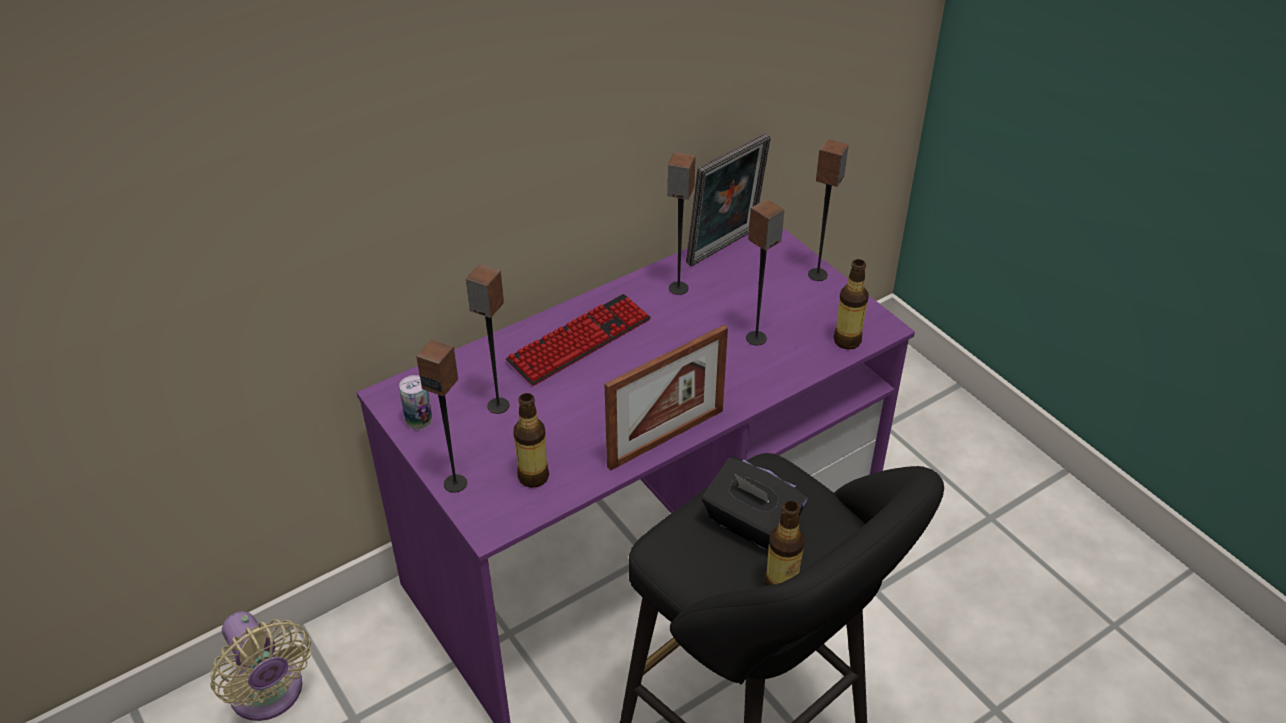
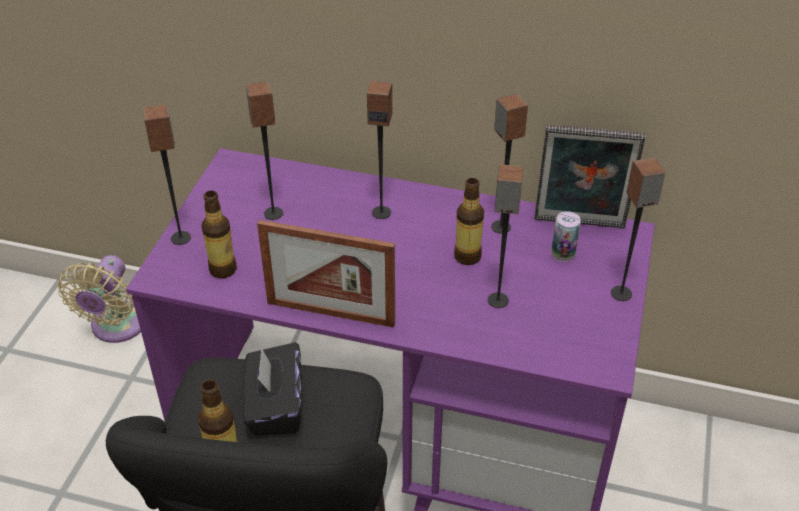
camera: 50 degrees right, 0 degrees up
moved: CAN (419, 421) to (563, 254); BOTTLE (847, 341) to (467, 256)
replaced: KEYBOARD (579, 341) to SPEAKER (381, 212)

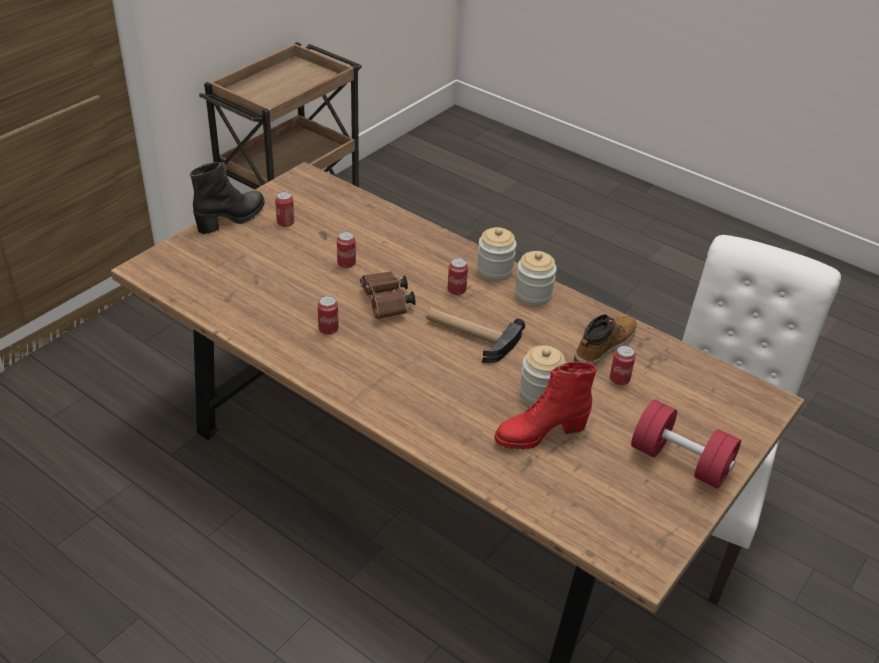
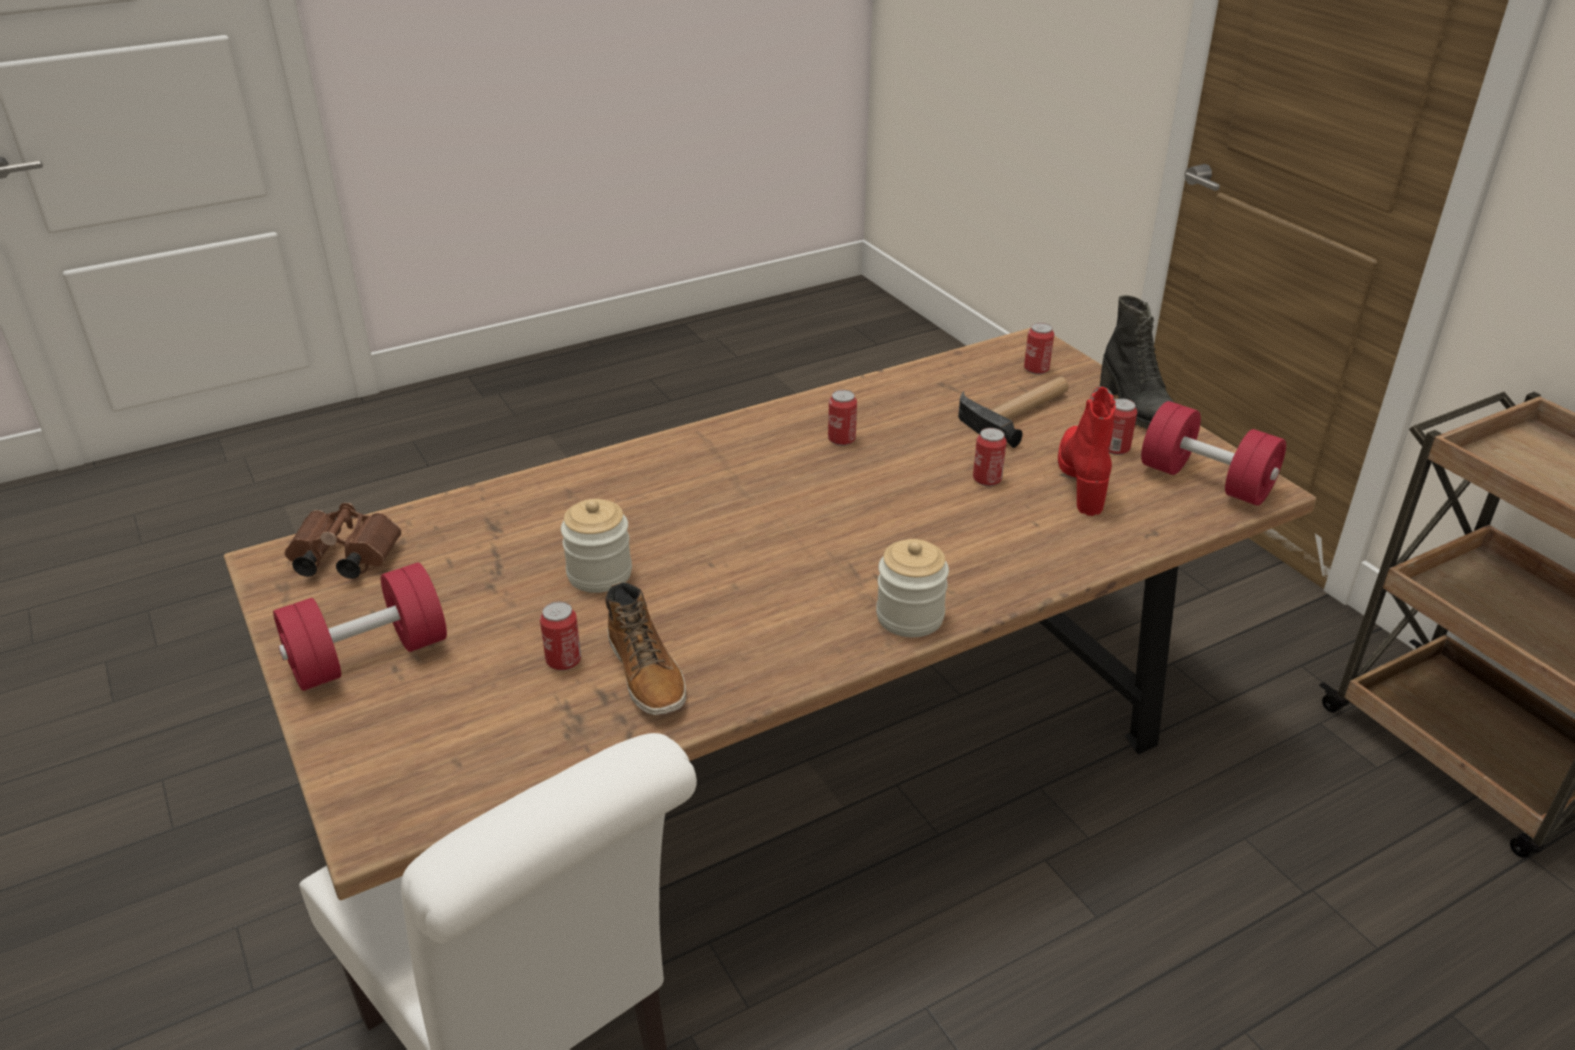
camera: 115 degrees right, 5 degrees down
removed: JAR (533, 294)
added: RED DUMBBELL (1206, 481)
moved: BROWN BINOCULARS (387, 304) to (342, 560); HAMMER (469, 335) to (1019, 412); CAN (456, 290) to (1036, 369); RED BOOT (539, 433) to (1083, 480)

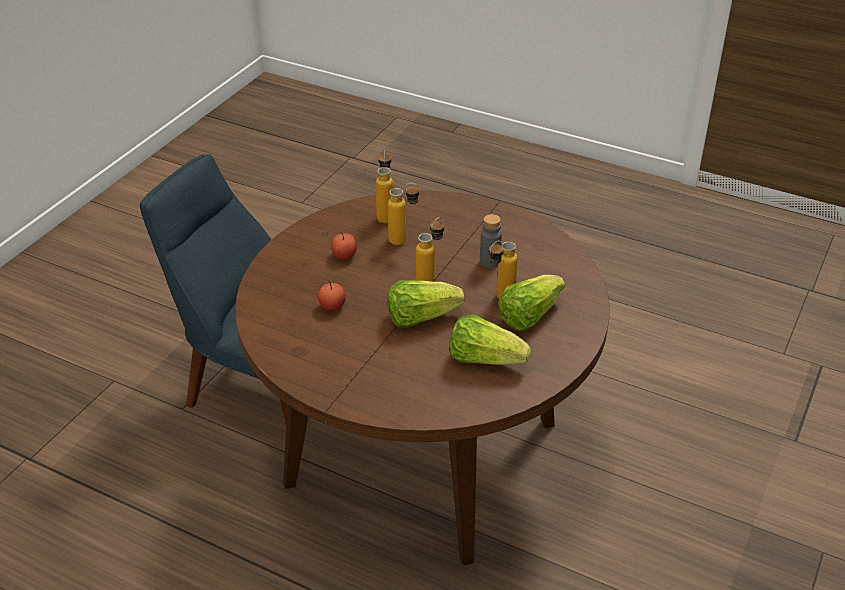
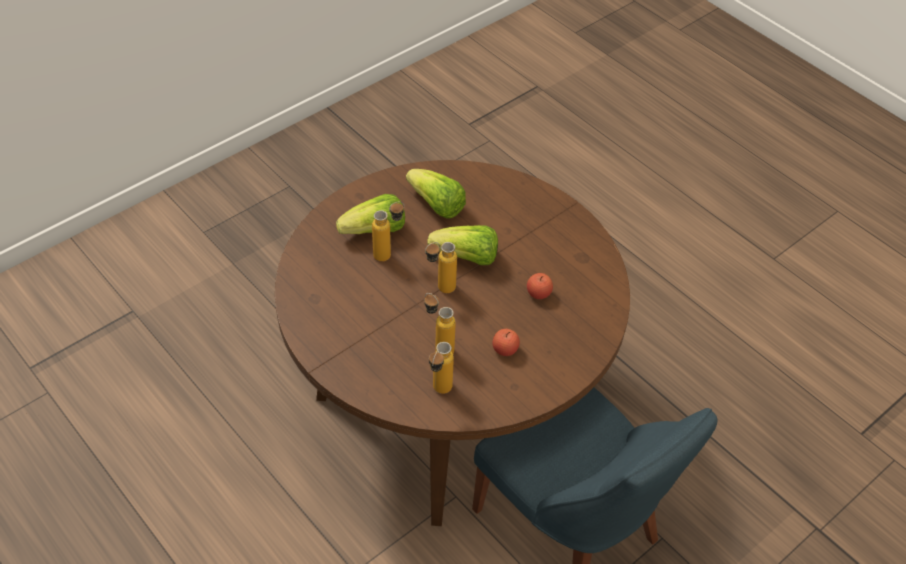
camera: 160 degrees left, 10 degrees up
removed: GREY BOTTLE (489, 262)

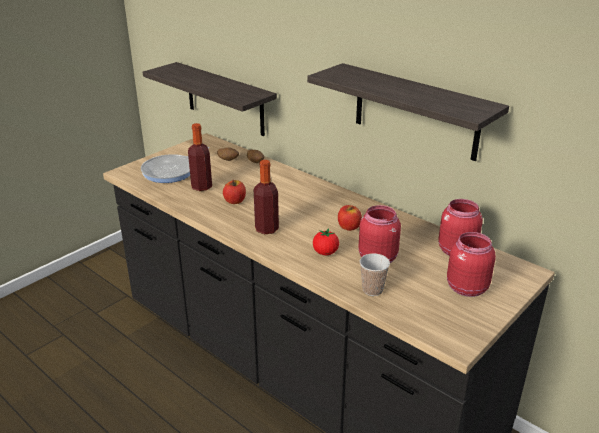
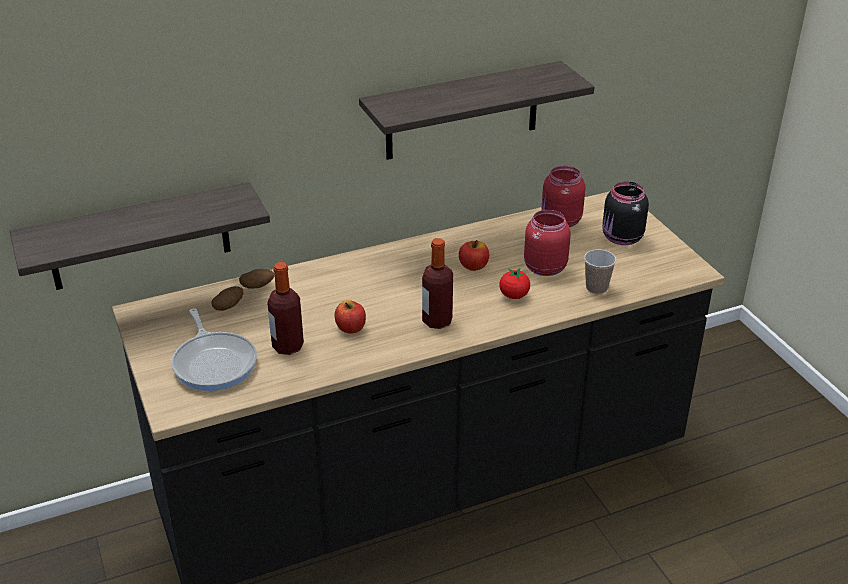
camera: 65 degrees left, 5 degrees up
recoloured: RED JAR (465, 288) to BLACK JAR (621, 238)

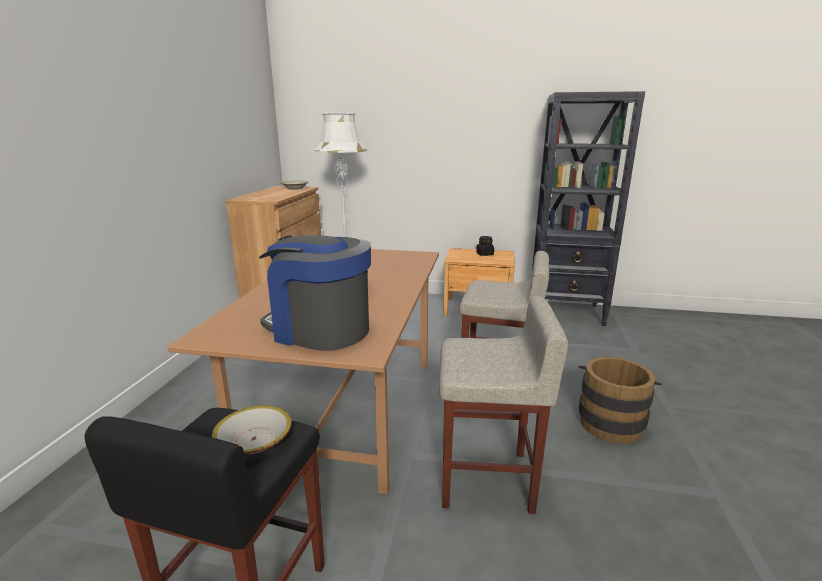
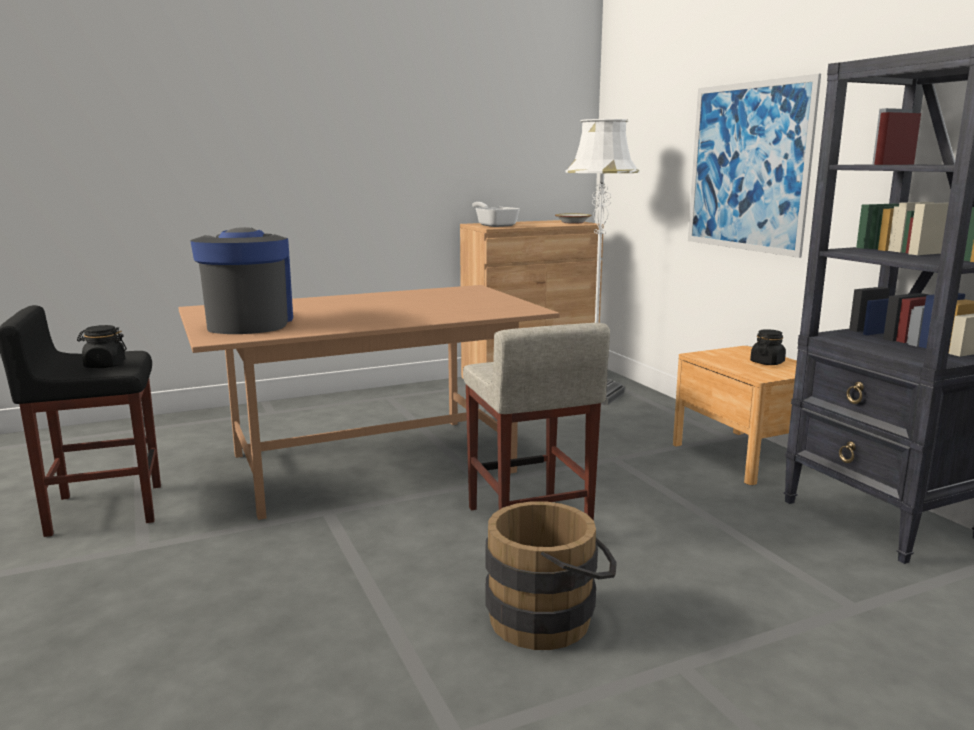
camera: 55 degrees right, 5 degrees down
removed: BEIGE STOOL (487, 479)
added: FRYING PAN (494, 225); PICTURE (747, 167)
replaced: BOWL (254, 440) to BLACK JAR (104, 365)

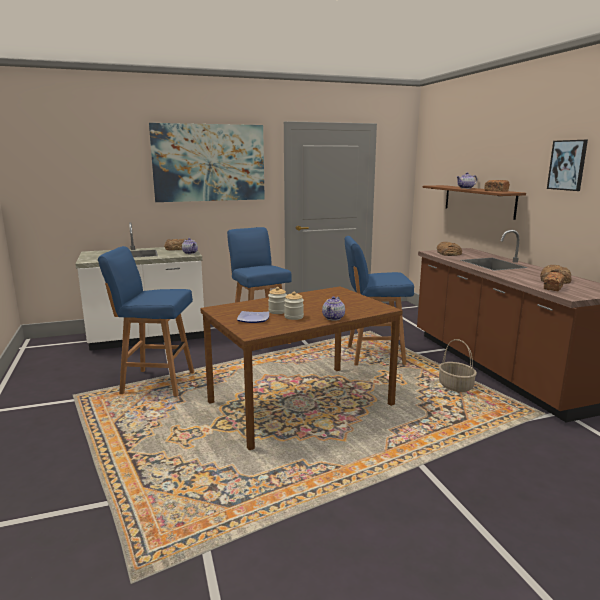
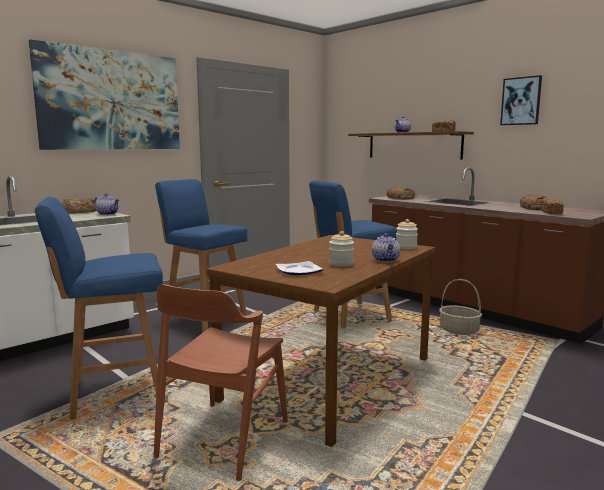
camera: 25 degrees left, 5 degrees down
added: BROWN CHAIR (223, 439)
moved: JAR (277, 311) to (406, 247)

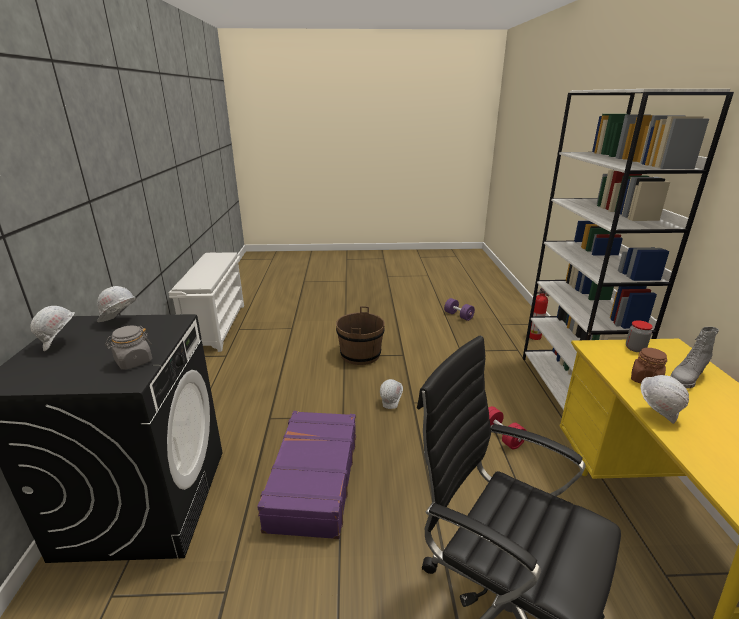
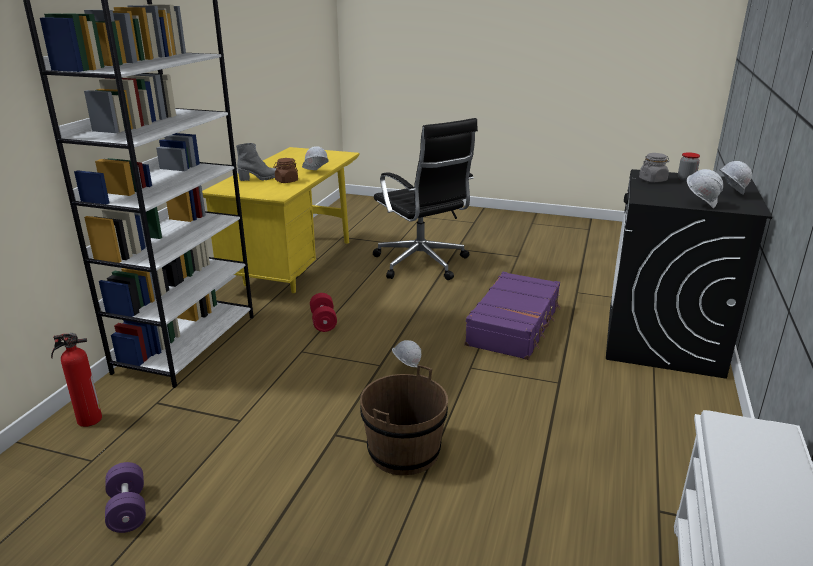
camera: 160 degrees left, 0 degrees up
moved: JAR (635, 348) to (686, 179)

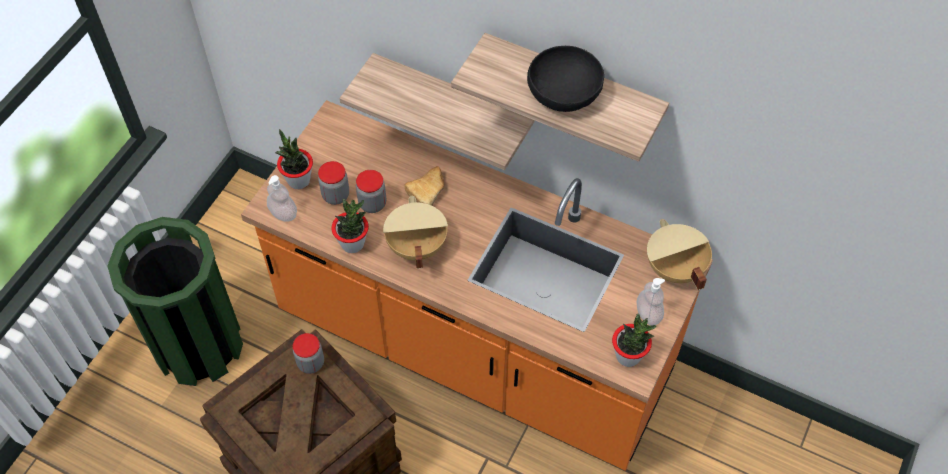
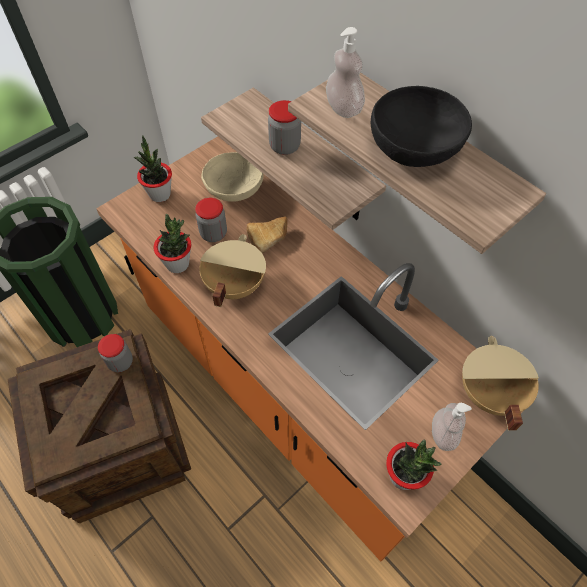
camera: 20 degrees right, 0 degrees up
added: BEIGE BOWL (234, 190)
moved: SOAP DISPENSER (283, 213) to (343, 108); JAR (335, 195) to (284, 146)

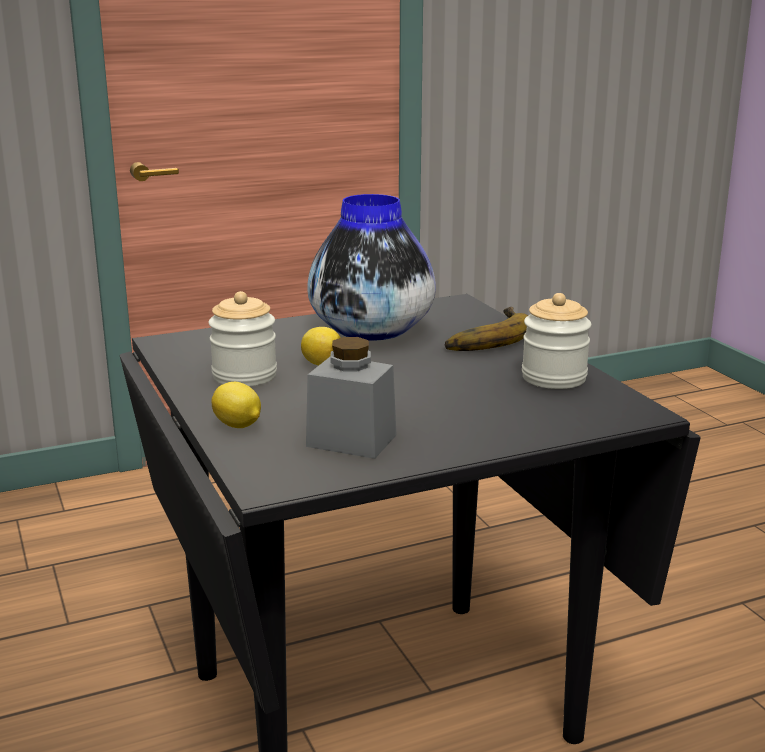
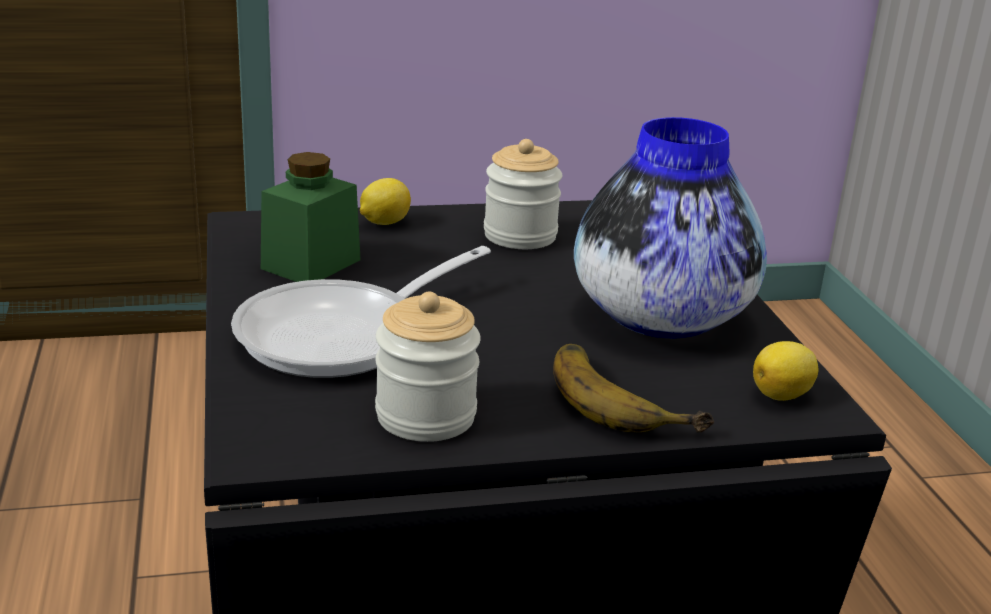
camera: 100 degrees right, 5 degrees up
added: FRYING PAN (344, 335)
moved: LEMON (321, 363) to (782, 395)
recoloured: GREY JAR (351, 440) to GREEN JAR (311, 264)

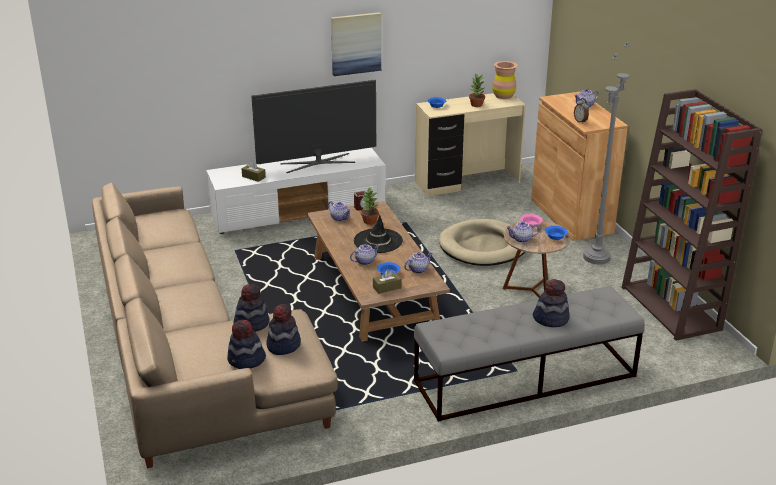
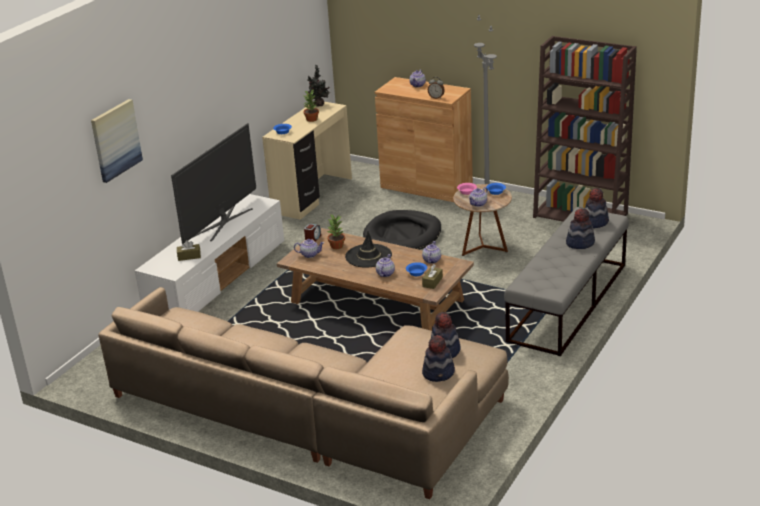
camera: 40 degrees left, 0 degrees up
moved: HAT (251, 323) to (595, 222); PICTURE (356, 43) to (115, 140)
replaced: BROWN VASE (503, 96) to POTTED PLANT (319, 105)
recoloured: BEIGE DOG BED (483, 247) to BLACK DOG BED (403, 235)

